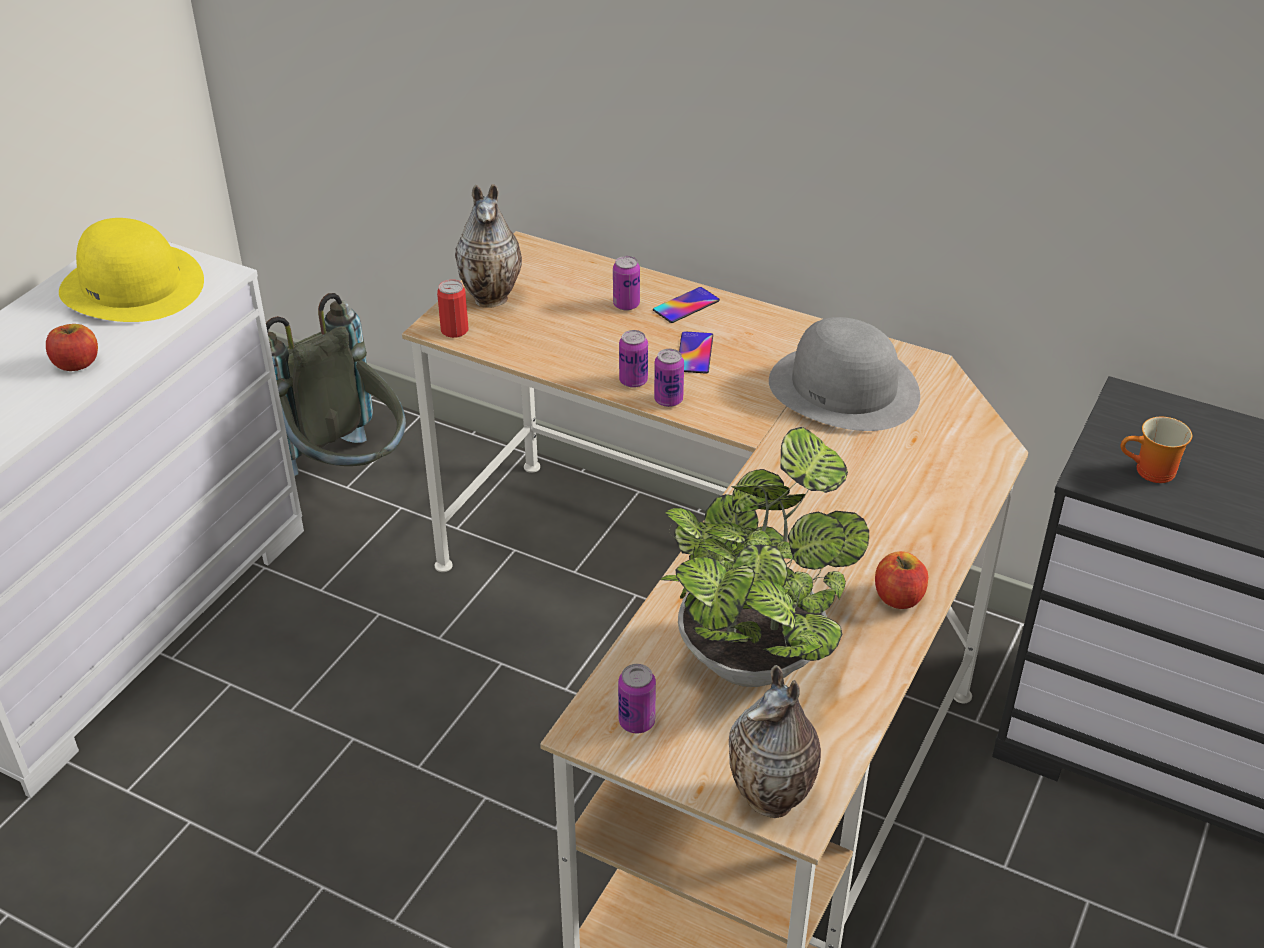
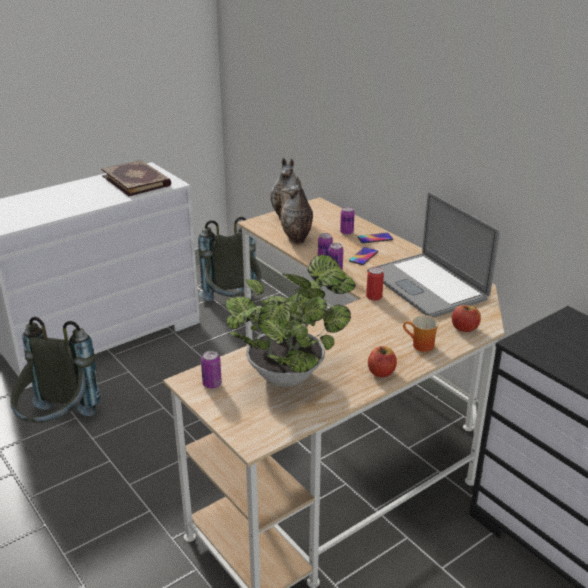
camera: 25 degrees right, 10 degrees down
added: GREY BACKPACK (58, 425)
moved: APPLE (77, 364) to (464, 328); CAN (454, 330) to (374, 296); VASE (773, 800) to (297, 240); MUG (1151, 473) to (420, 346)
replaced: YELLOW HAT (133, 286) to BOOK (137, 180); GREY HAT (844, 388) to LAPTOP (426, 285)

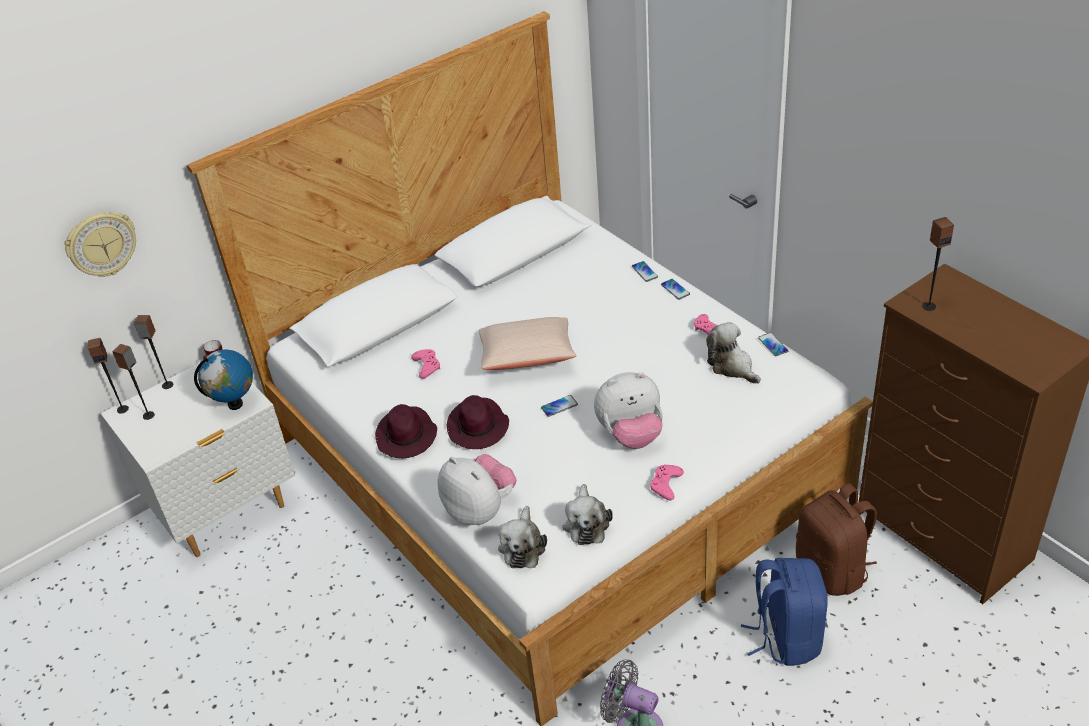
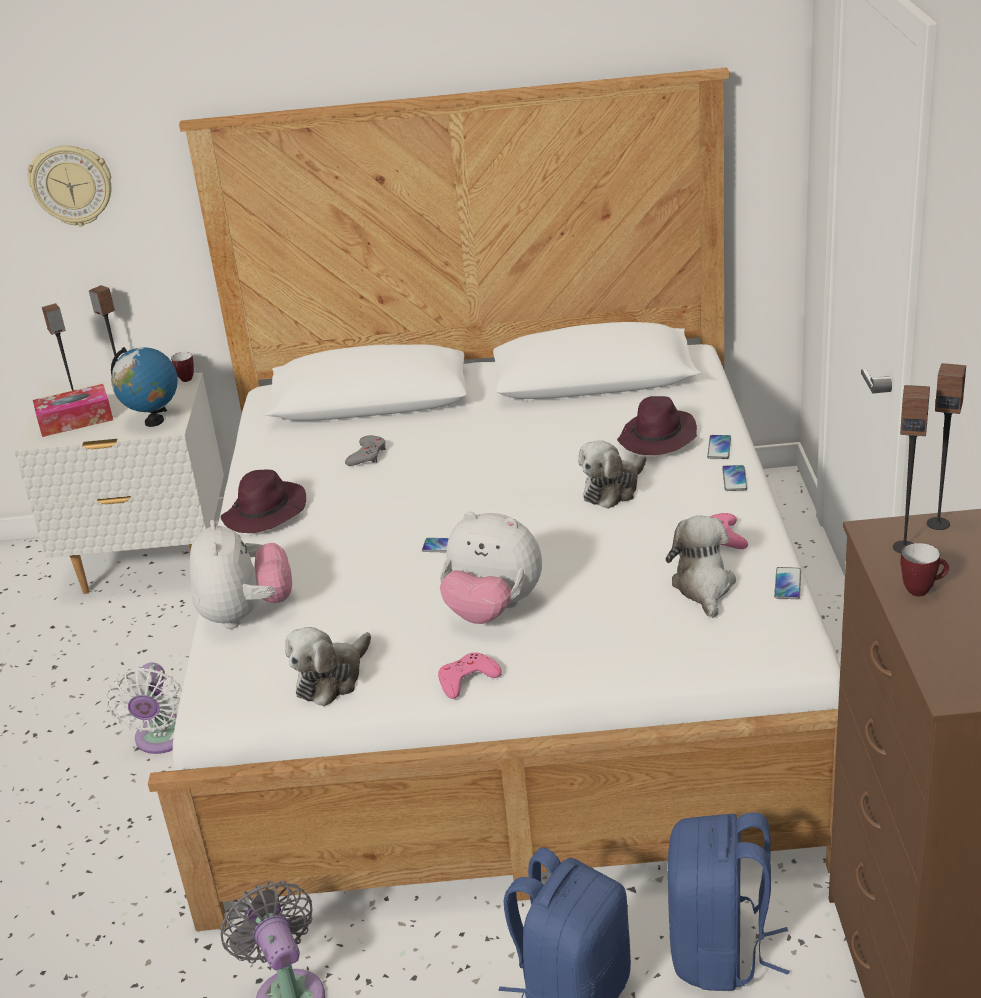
camera: 35 degrees right, 10 degrees down
removed: BEIGE PILLOW (527, 357)
added: TISSUE BOX (75, 420); WHITE FAN (162, 739); MUG (922, 590)
moved: SPEAKER (122, 409) to (938, 523); PURPLE HAT (478, 428) to (658, 439); PLUSH TOY (522, 546) to (613, 489)
recoloured: PINK GAME CONTROLLER (426, 365) to GREY GAME CONTROLLER (367, 455); BROWN BACKPACK (833, 570) to BLUE BACKPACK (720, 951)

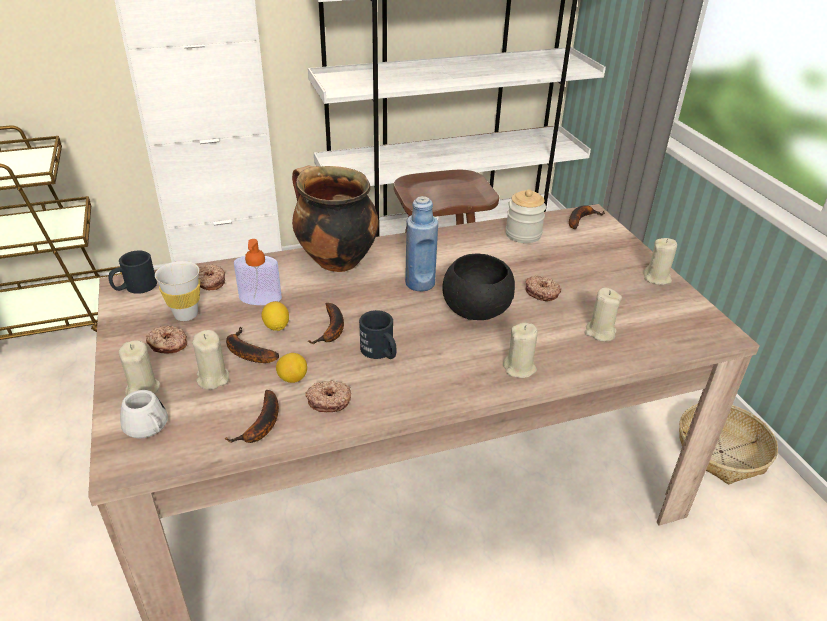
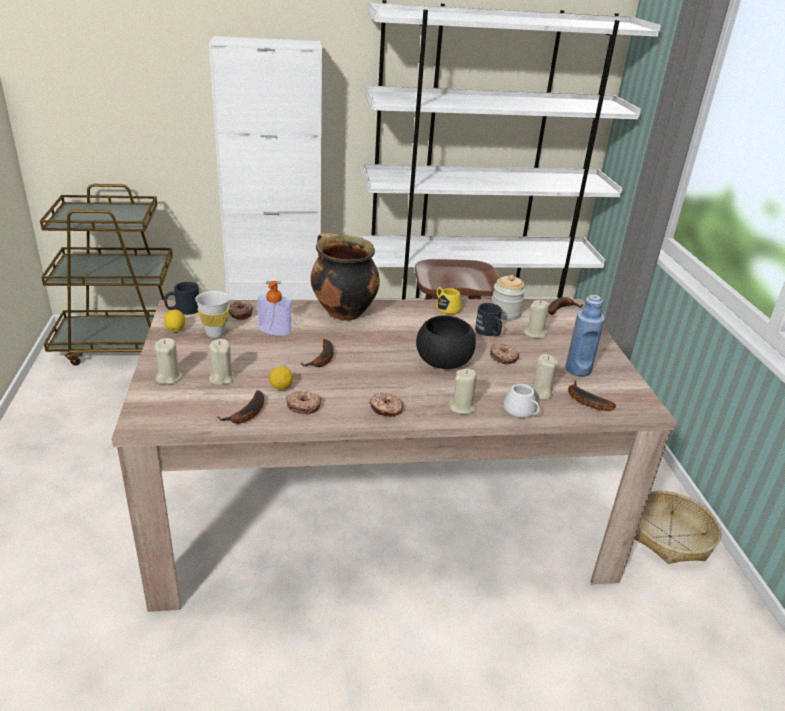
camera: 10 degrees right, 5 degrees down
added: YELLOW MUG (446, 308)
moved: WHITE MUG (148, 427) to (522, 412); DONUT (168, 345) to (386, 409); BANANA (246, 352) to (584, 400); LEMON (276, 327) to (175, 329); BLACK MUG (380, 352) to (489, 333); BLUE BOTTLE (420, 283) to (578, 369); BEIGE CANDLE (657, 278) to (535, 333)

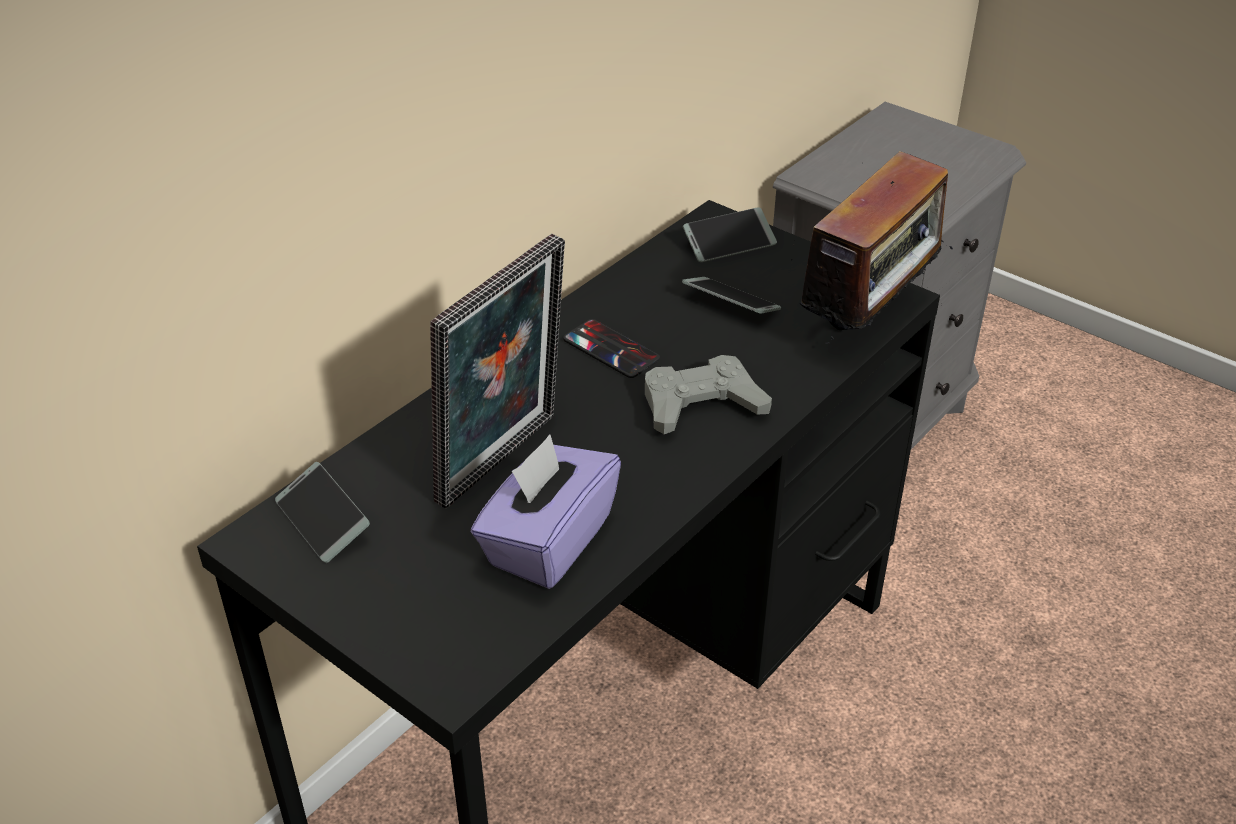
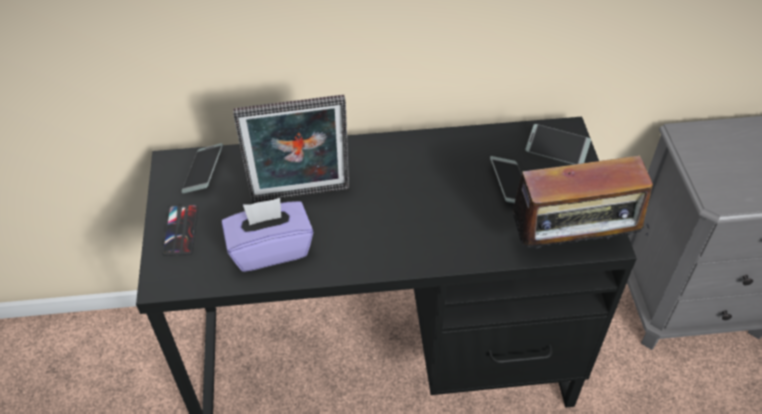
camera: 45 degrees right, 10 degrees up
removed: GREY GAME CONTROLLER (701, 404)
moved: PHONE (611, 349) to (181, 230)

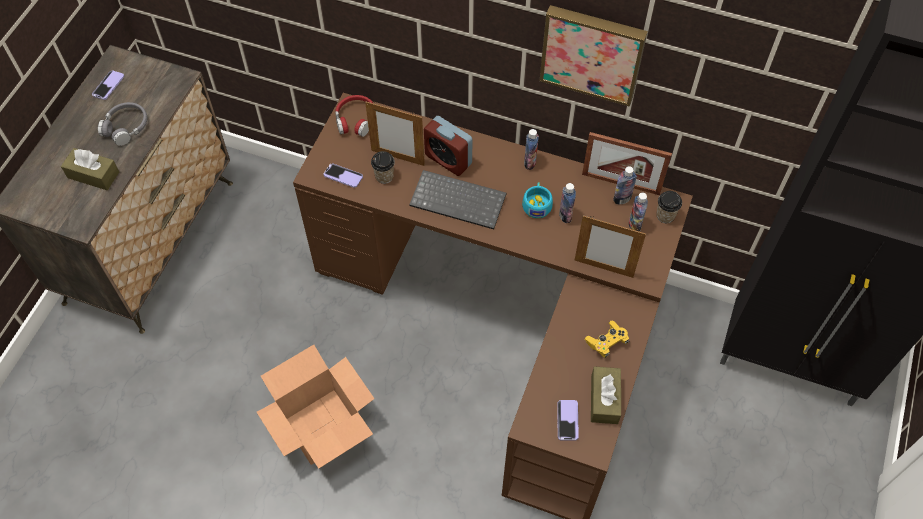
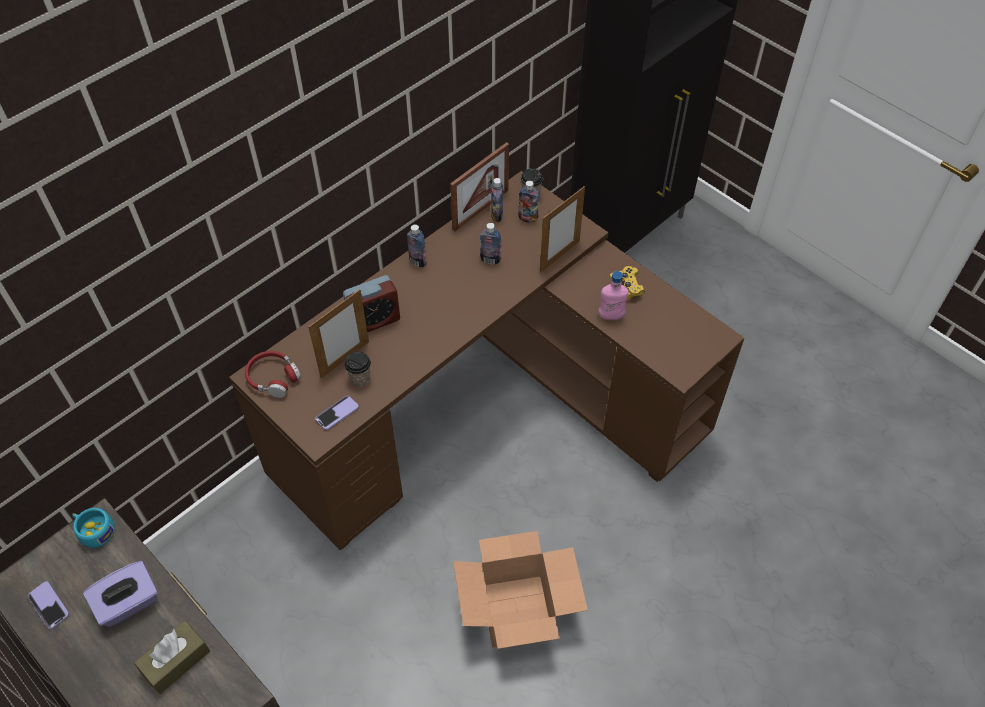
camera: 65 degrees left, 5 degrees down
removed: KEYBOARD (459, 200); PICTURE (592, 53); PHONE (567, 420); BROWN TISSUE BOX (604, 399)
added: PINK BOTTLE (611, 316)
moved: TURQUOISE CUP (537, 204) to (94, 531)
replaced: GREY HEADPHONES (126, 127) to PURPLE TISSUE BOX (129, 603)

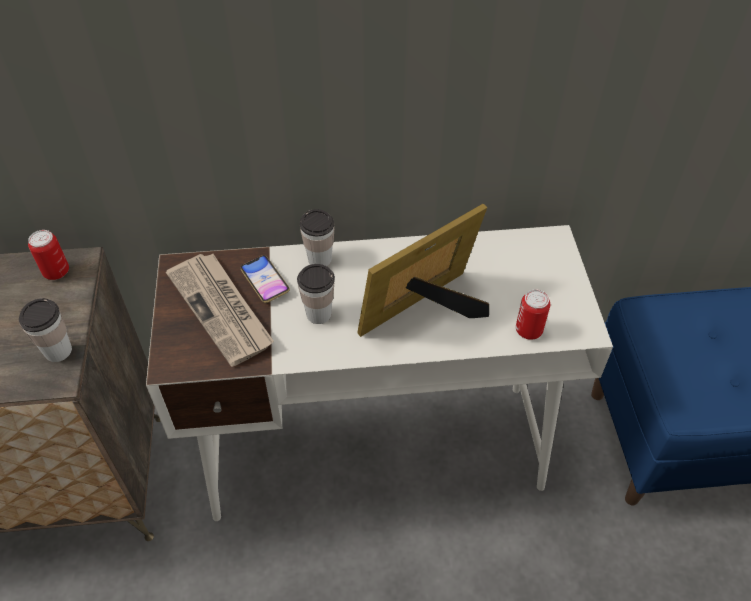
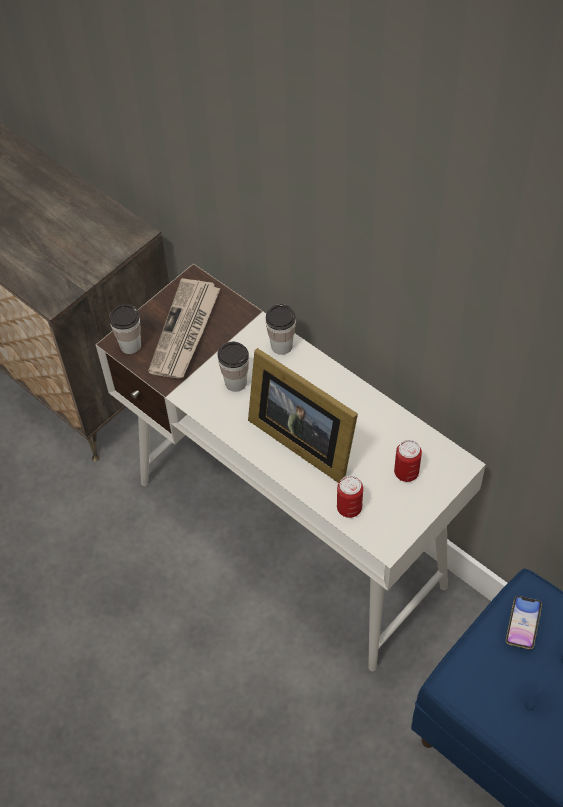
camera: 50 degrees right, 5 degrees up
moved: CUP (58, 351) to (130, 345); CAN (56, 272) to (406, 472); PHONE (265, 281) to (523, 624)
turned: PICTURE FRAME (426, 311) = (302, 438) 150 degrees counterclockwise

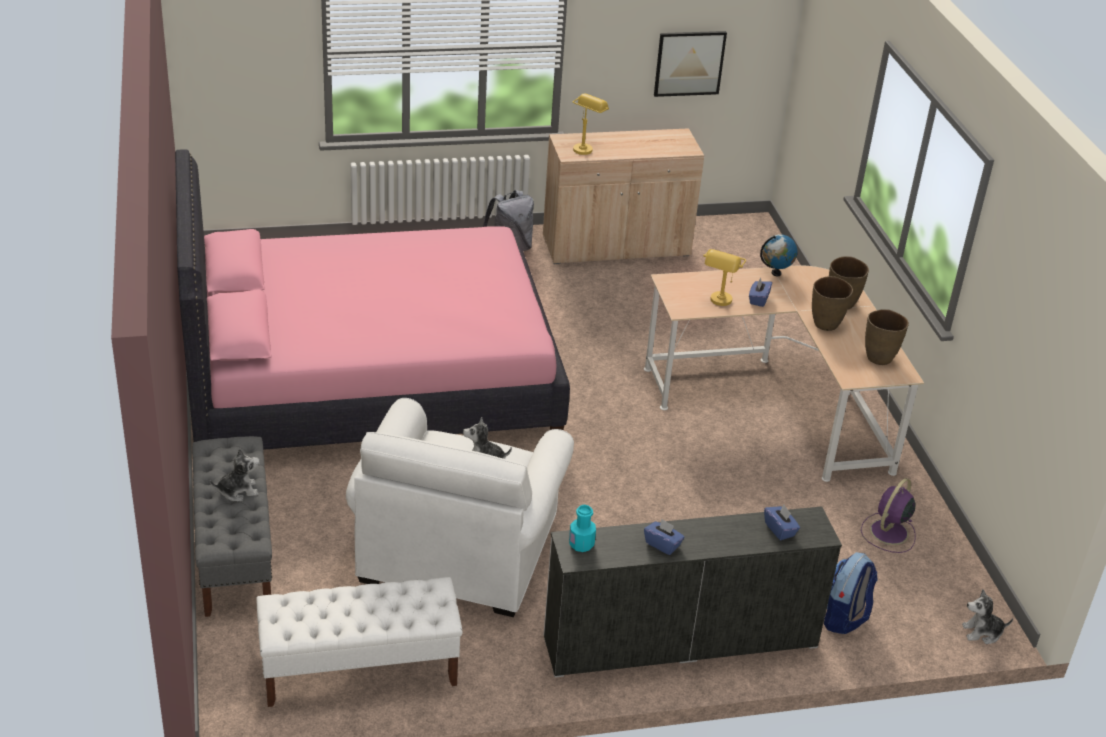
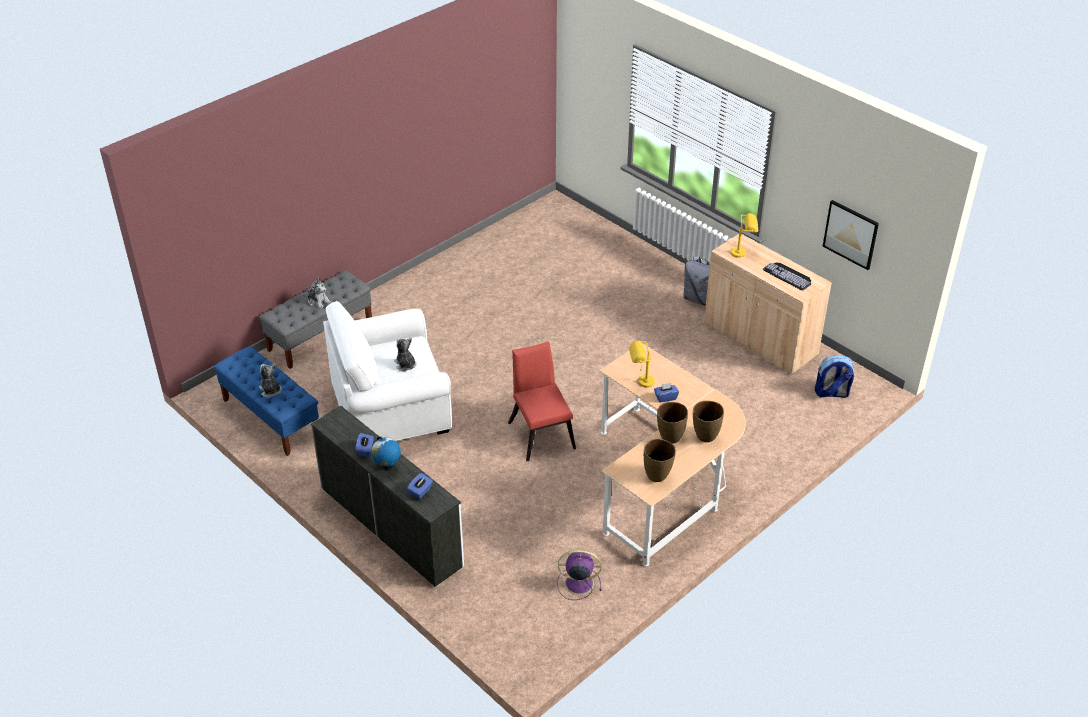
camera: 60 degrees right, 5 degrees up
removed: PINK BED (370, 381); TURQUOISE BOTTLE (581, 544)
added: RED CHAIR (541, 432); KEYBOARD (789, 275)
moved: GLOBE (776, 273) to (387, 467); BACKPACK (844, 618) to (831, 393); PLUSH TOY (982, 633) to (270, 391)
recoloured: WHITE BENCH (359, 670) to BLUE BENCH (271, 417)

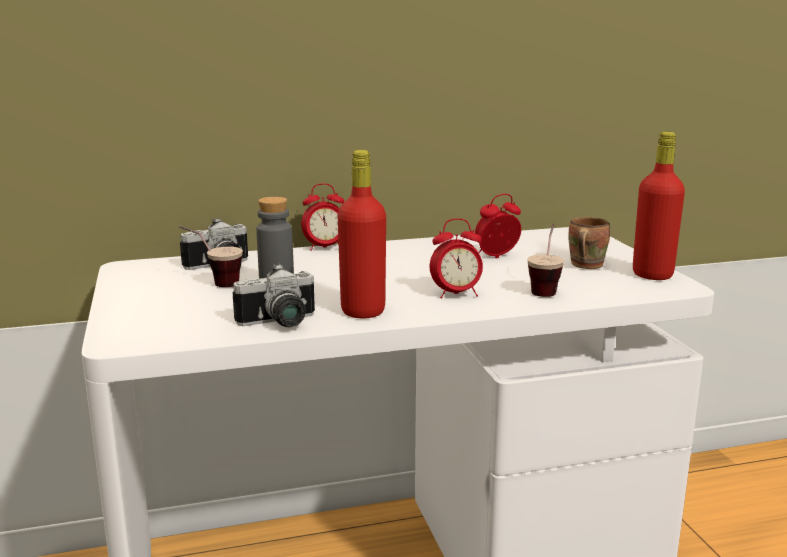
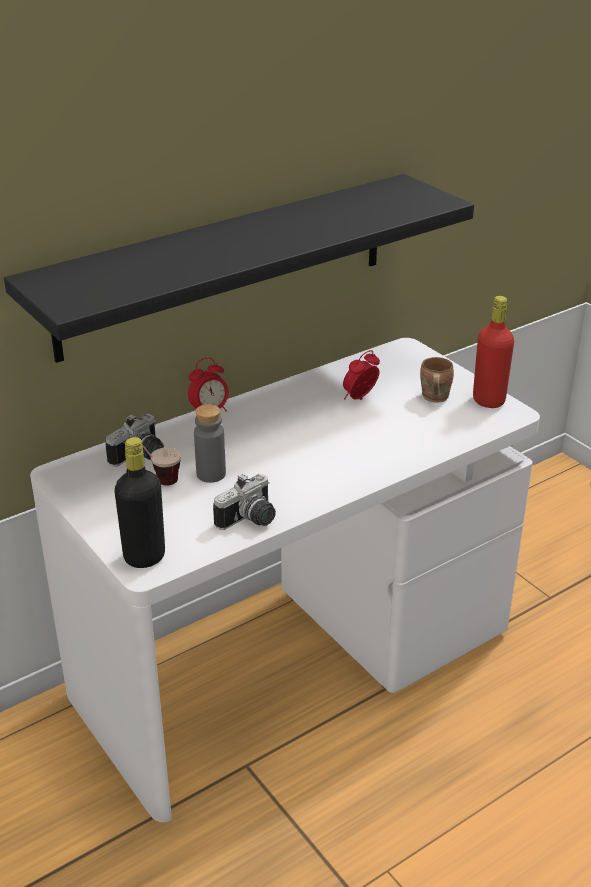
camera: 20 degrees left, 15 degrees up
removed: RED BOTTLE (363, 311); ALARM CLOCK (456, 294); CUP (545, 289)
added: BLACK SHELF (226, 265); BLACK BOTTLE (144, 557)

